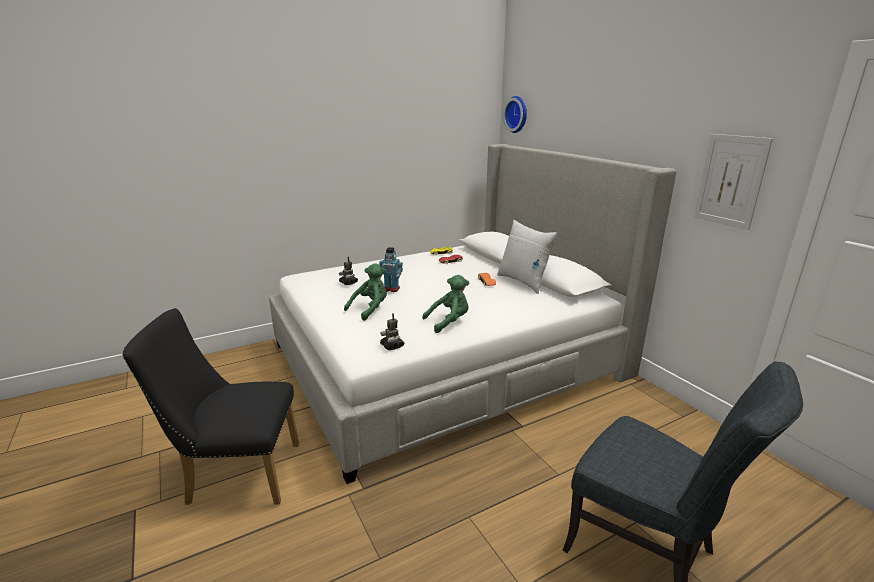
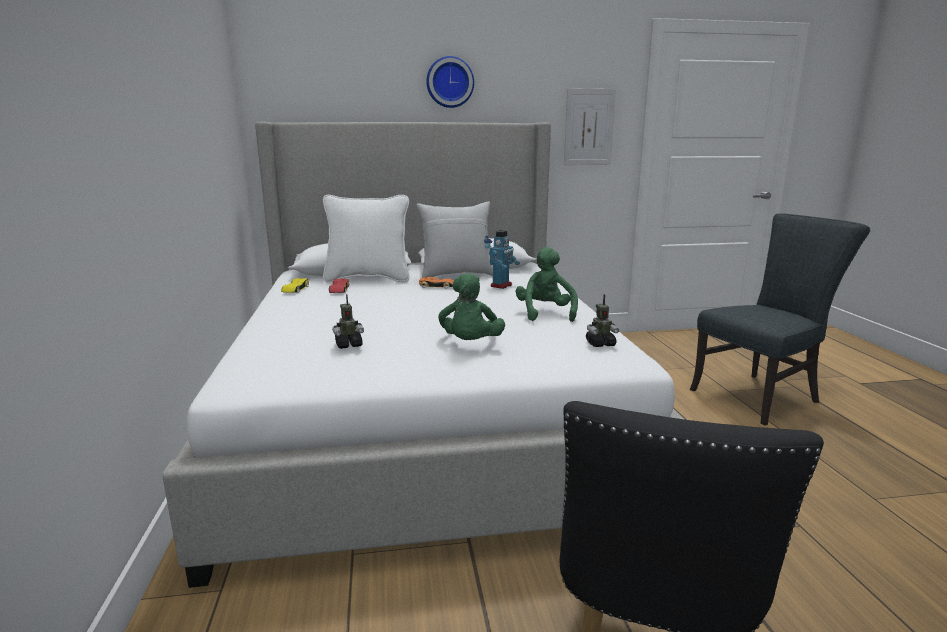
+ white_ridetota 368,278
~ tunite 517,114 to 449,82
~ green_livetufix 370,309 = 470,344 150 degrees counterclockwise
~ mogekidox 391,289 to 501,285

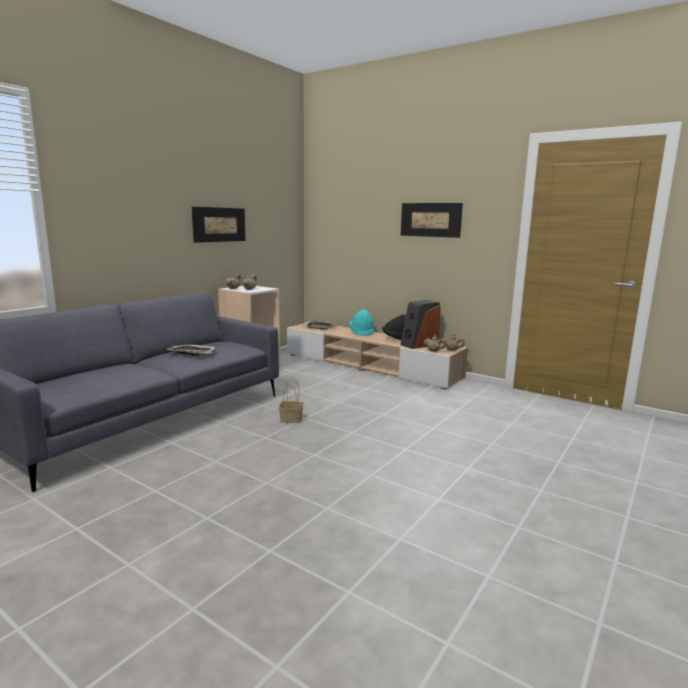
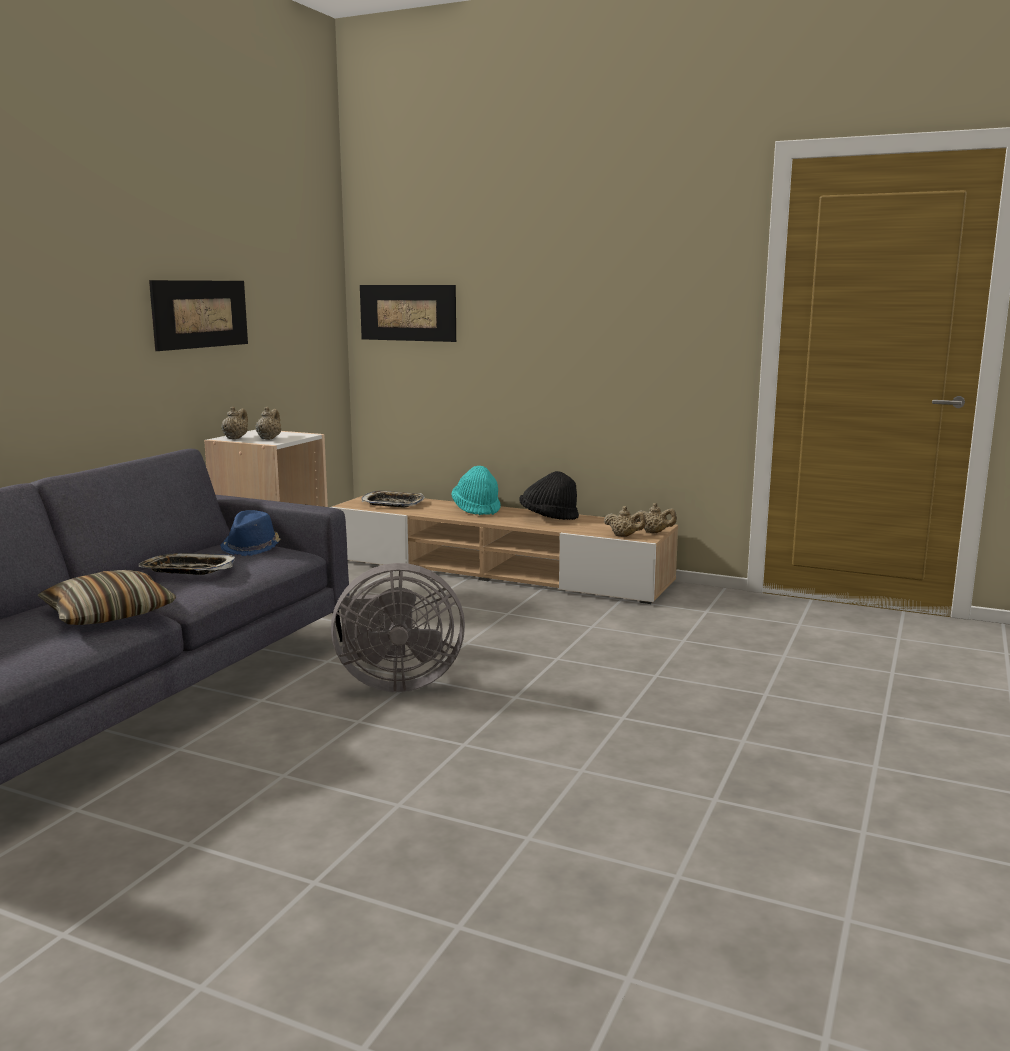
+ ridetota 108,614
+ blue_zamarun 252,548
~ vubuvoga 292,419 to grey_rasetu 395,683
~ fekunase 430,219 to 408,312
- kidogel 419,344

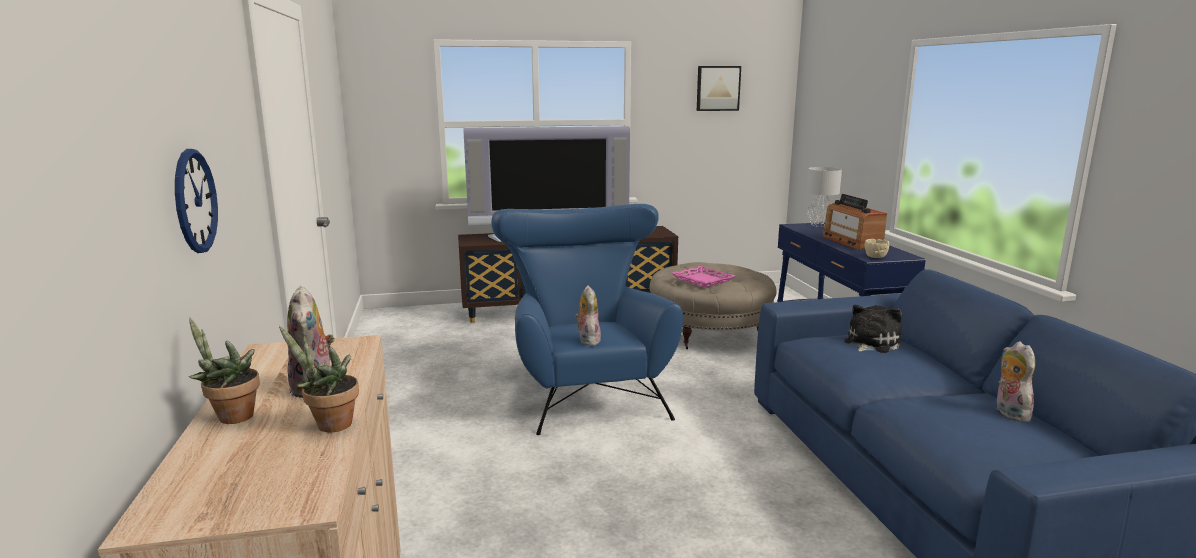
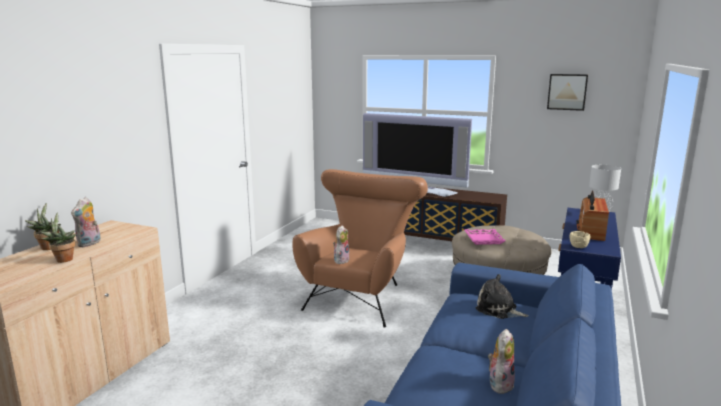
~ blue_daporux 586,391 to brown_daporux 361,295
~ livetufix 869,344 = 498,310 135 degrees counterclockwise
- tunite 195,201

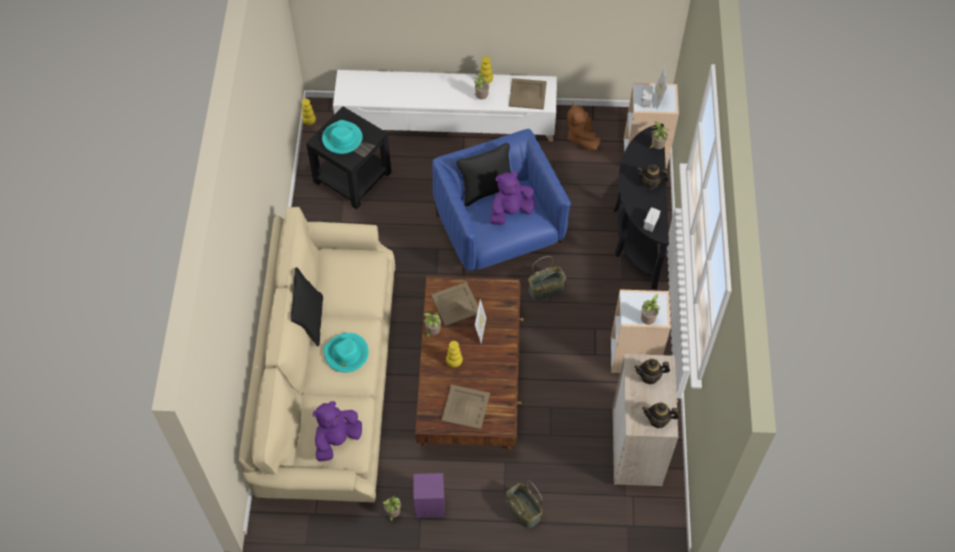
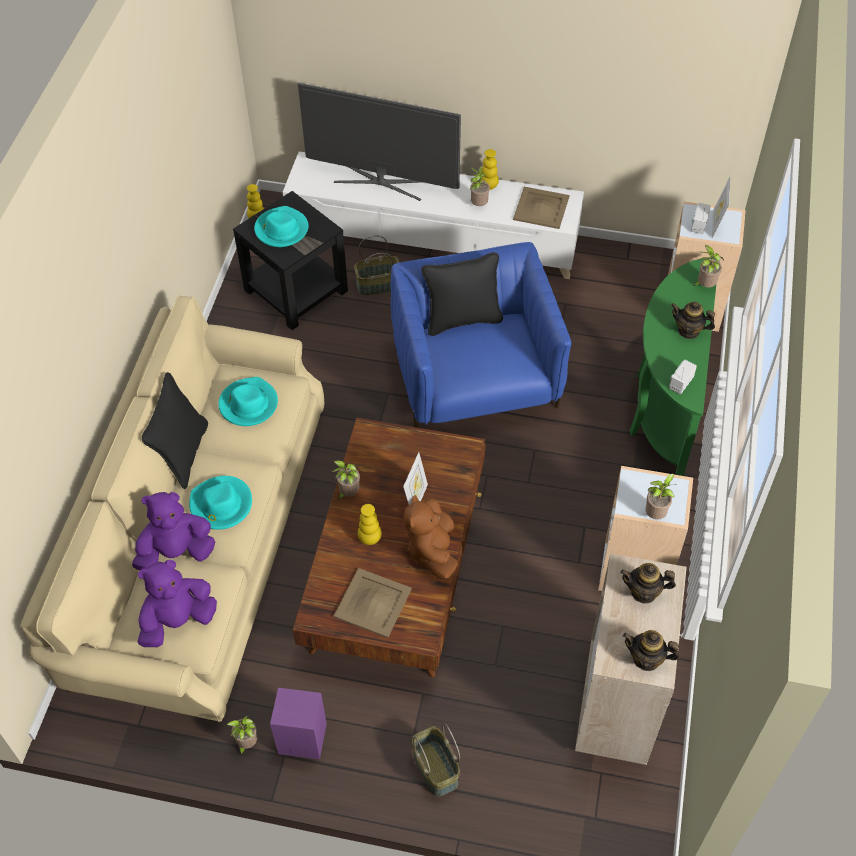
~ purple_livetufix 510,212 to 176,552
+ turquoise_zamarun 248,404
+ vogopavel 381,181
~ vubuvoga 546,288 to 379,284
~ brown_livetufix 581,137 to 432,550
~ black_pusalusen 636,232 to green_pusalusen 663,407
- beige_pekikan 456,304

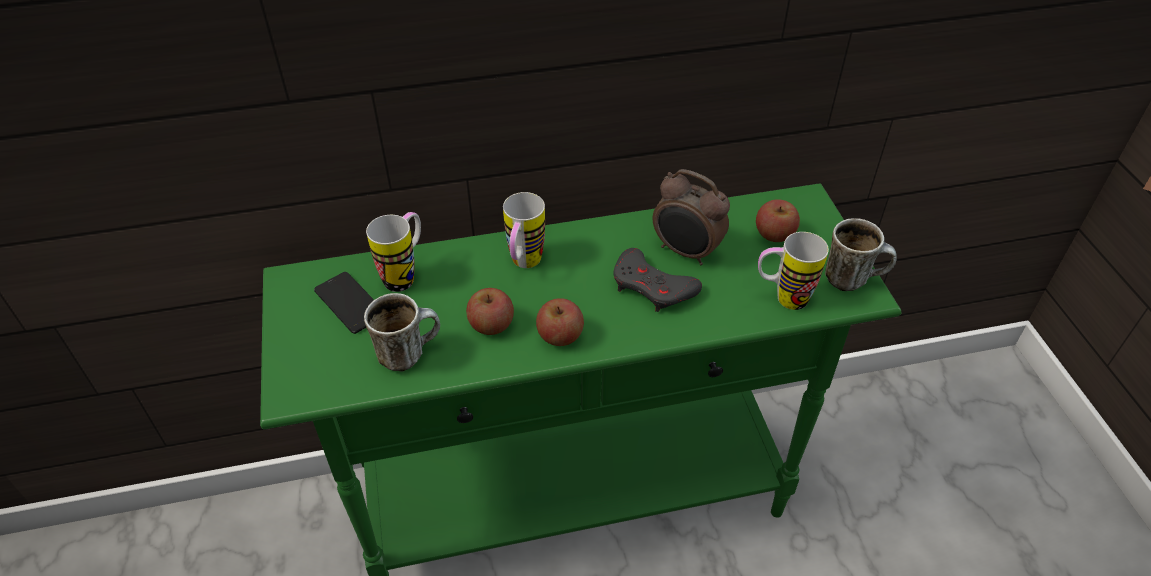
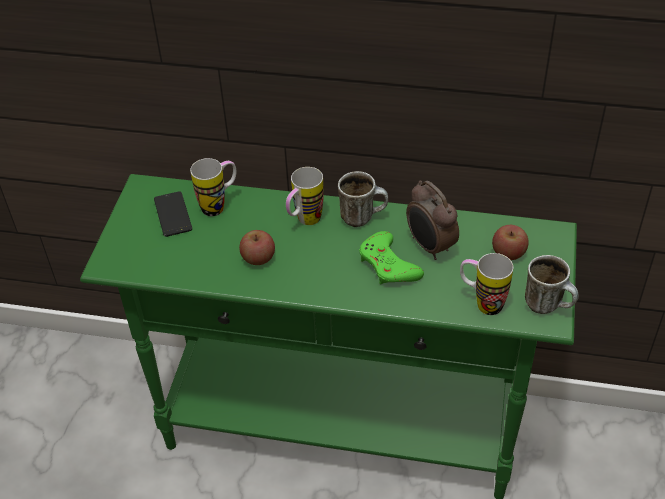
~ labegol 408,353 to 363,217
~ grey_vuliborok 652,286 to green_vuliborok 388,265
- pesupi 560,335

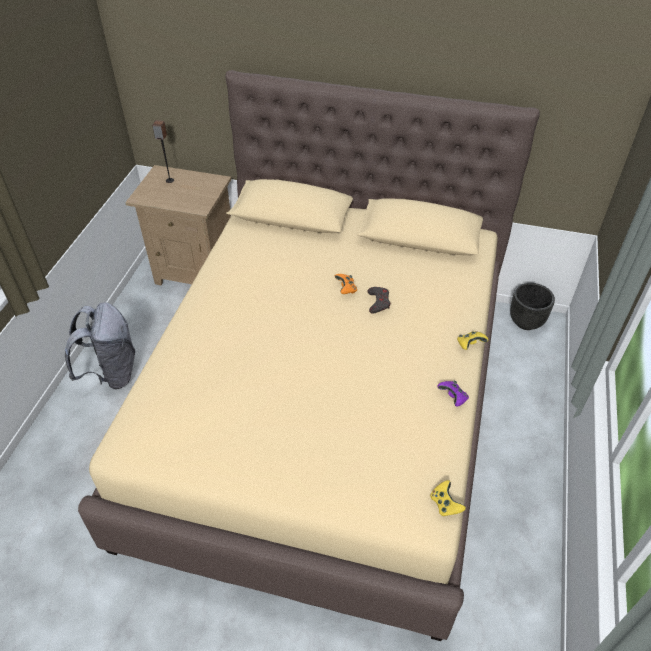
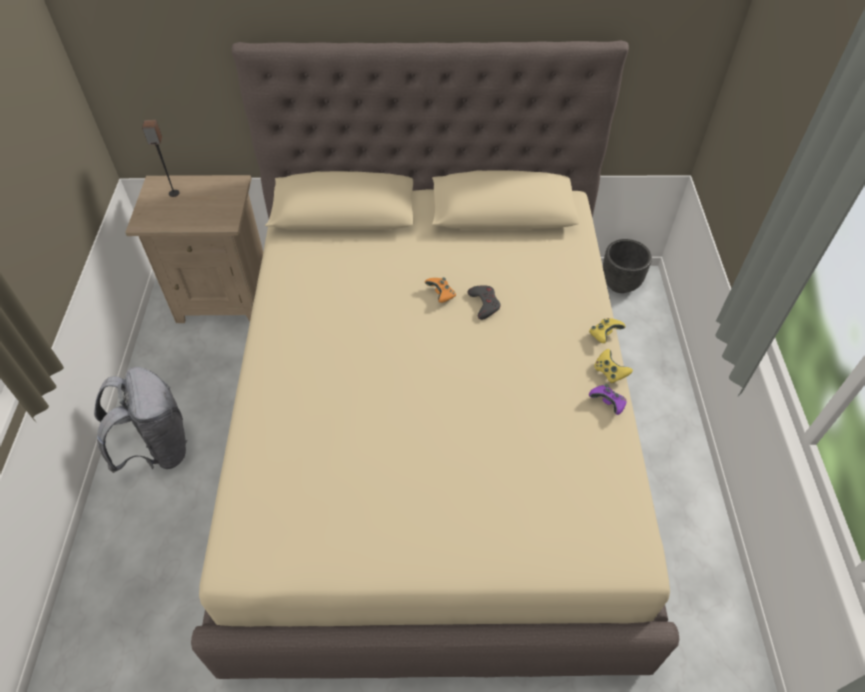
~ yellow_vuliborok 445,504 to 609,372

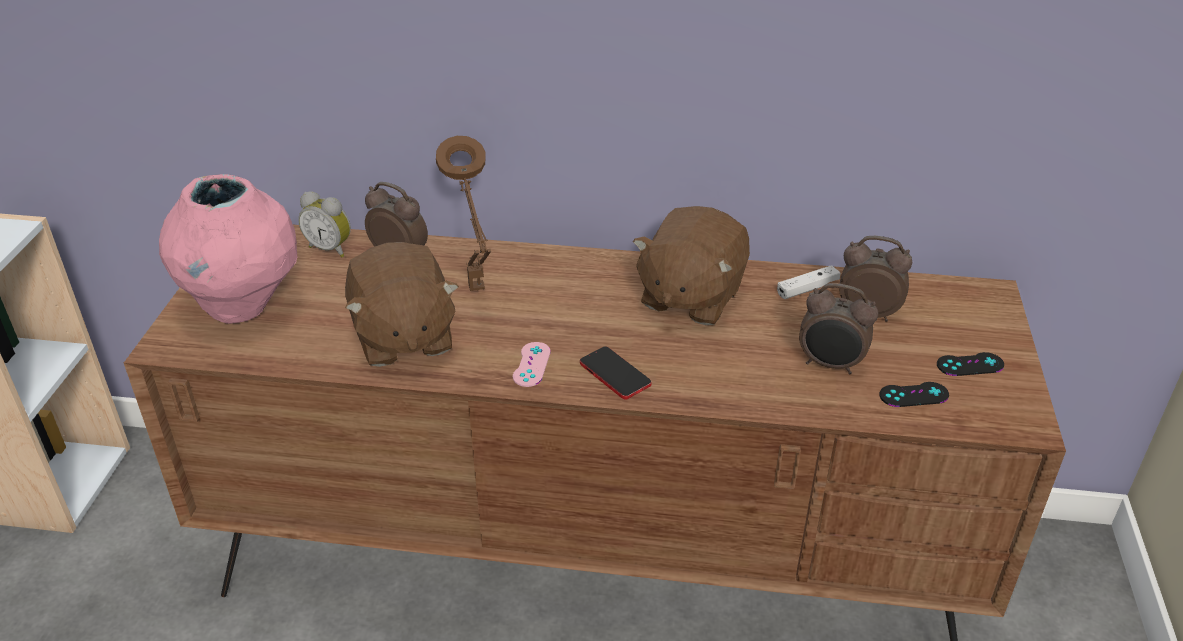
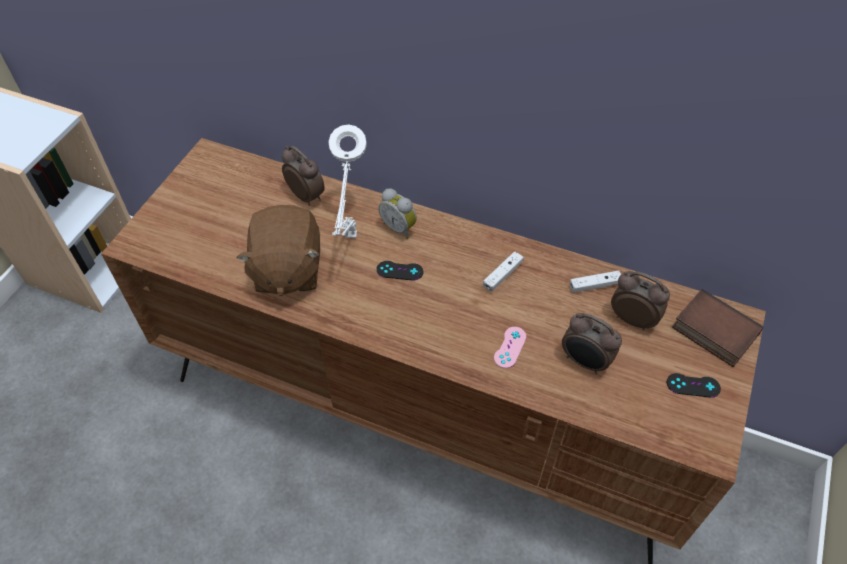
~ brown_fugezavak 477,291 to white_fugezavak 350,238
~ black_vuliborok 914,395 to 399,271
~ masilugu 331,248 to 399,227
~ brown_livetufix 690,297 to white_vuliborok 502,275
~ pink_vuliborok 531,364 to 510,347
+ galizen 712,332
- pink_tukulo 243,306
- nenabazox 615,374

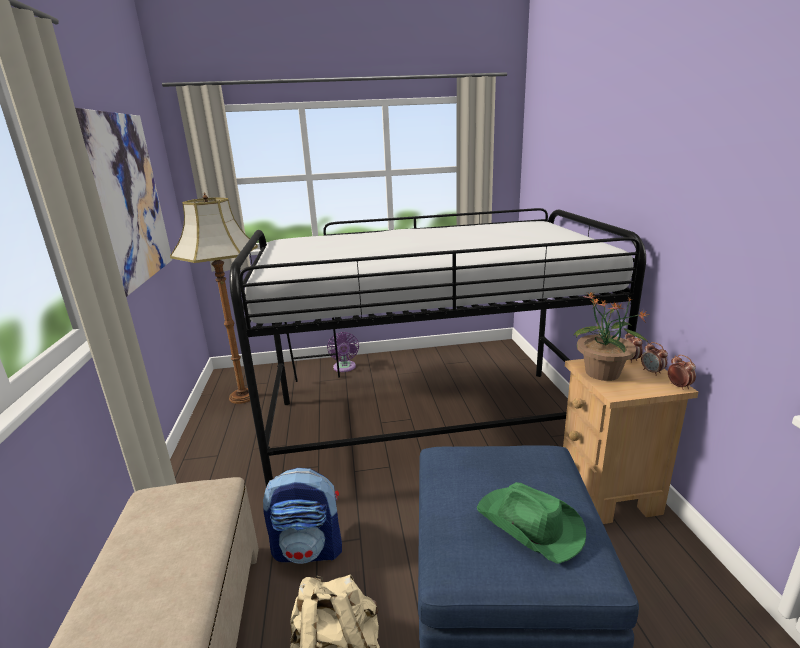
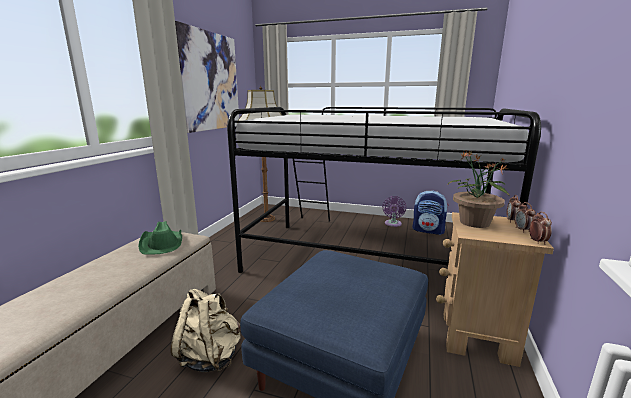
~ green_zamarun 530,525 to 162,243
~ purple_rasetu 344,368 to 393,224
~ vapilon 309,549 to 428,230

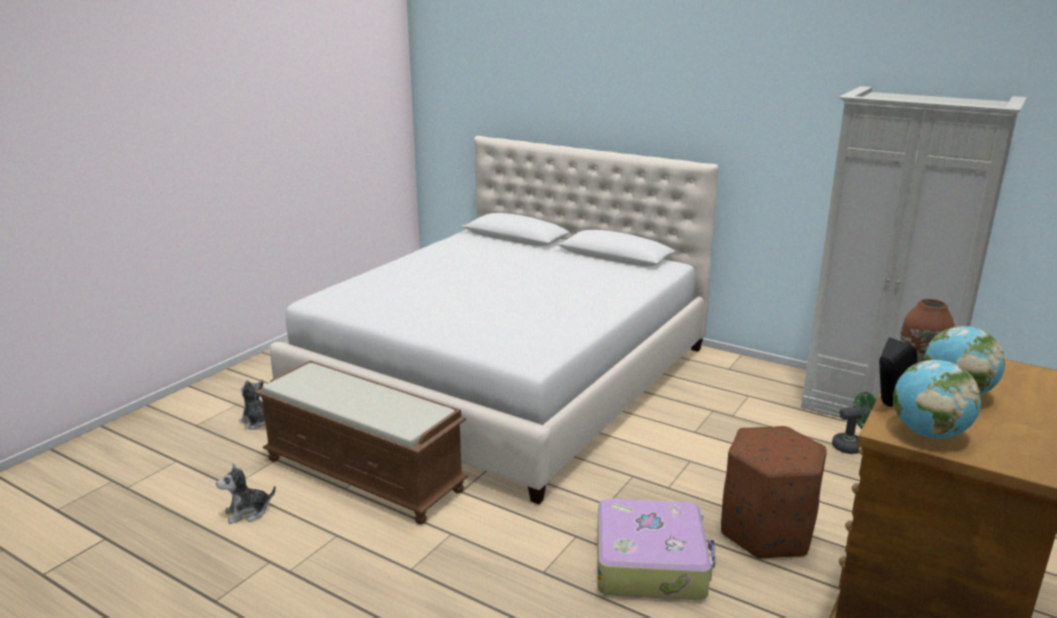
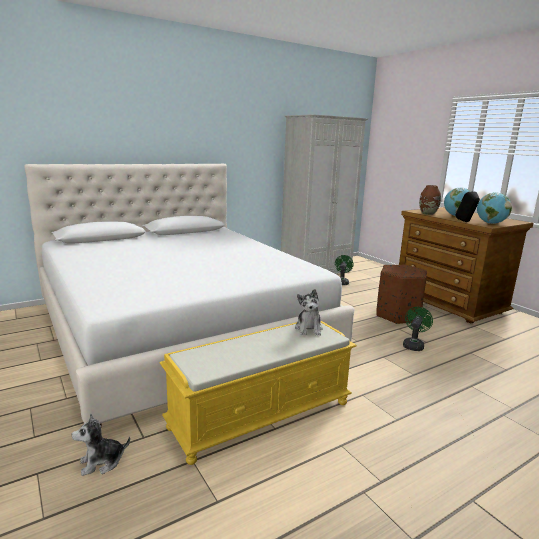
~ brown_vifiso 365,474 to yellow_vifiso 261,414
~ livetufix 248,512 to 309,329
~ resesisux 651,563 to green_rasetu 413,345

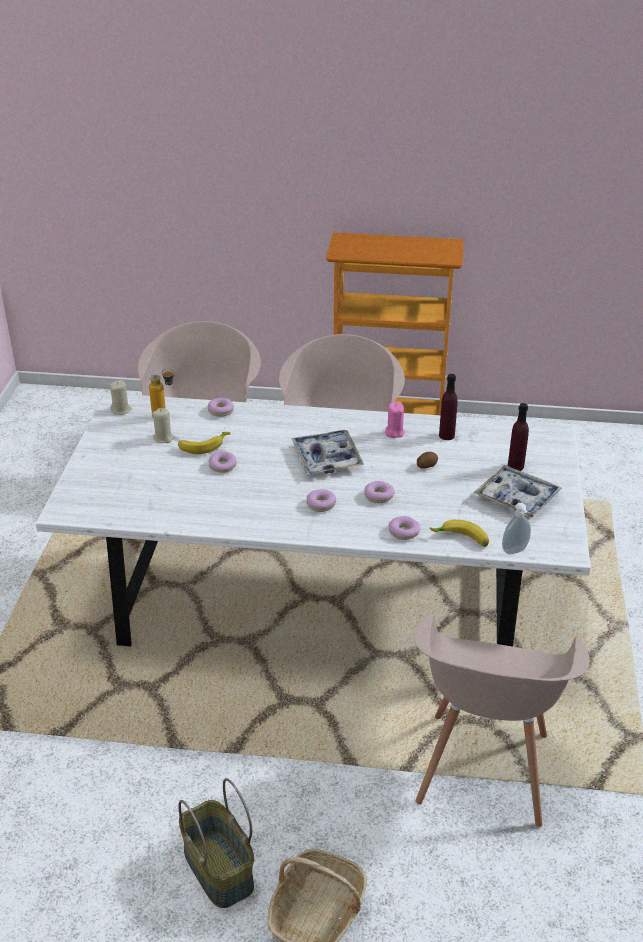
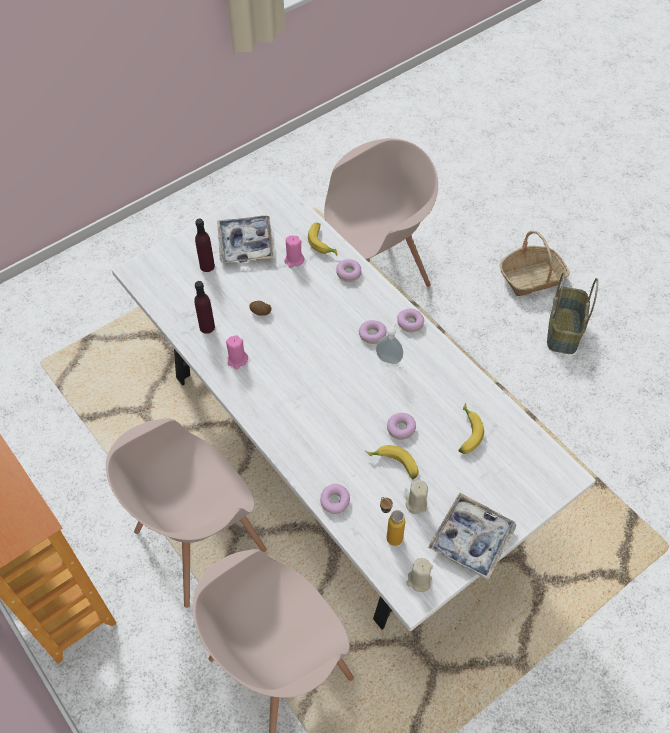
+ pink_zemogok 294,260
~ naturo 515,551 to 389,358
~ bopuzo 379,496 to 410,323
~ pekikan 327,458 to 471,539
+ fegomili 466,433

